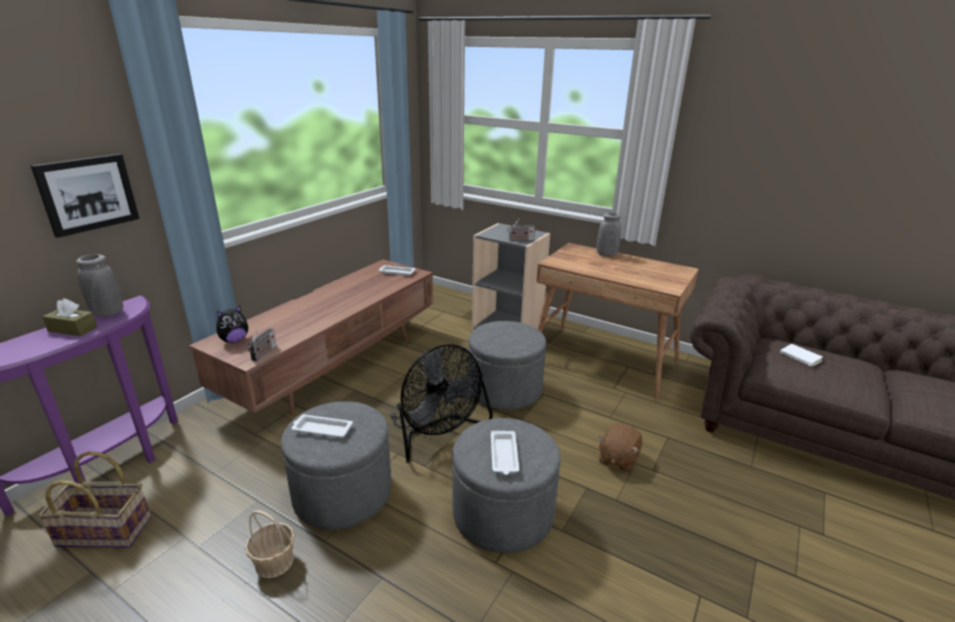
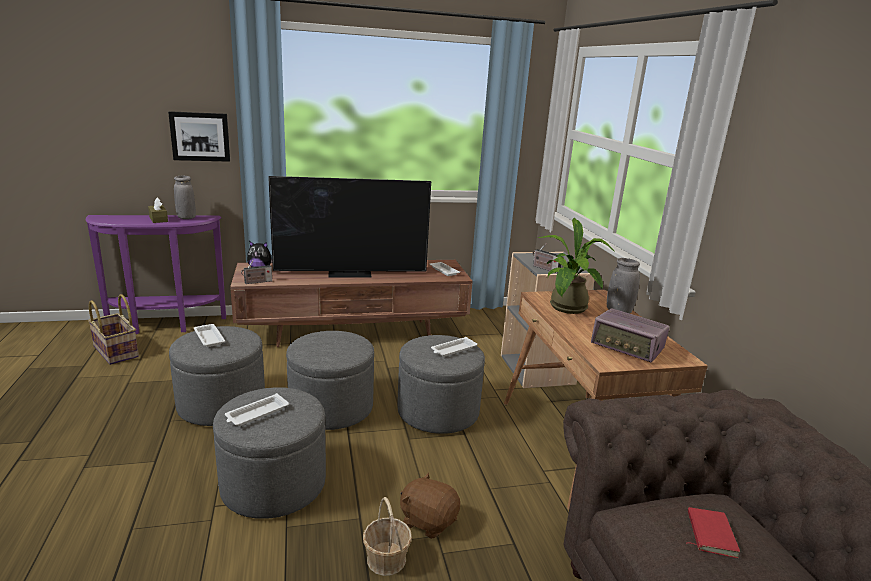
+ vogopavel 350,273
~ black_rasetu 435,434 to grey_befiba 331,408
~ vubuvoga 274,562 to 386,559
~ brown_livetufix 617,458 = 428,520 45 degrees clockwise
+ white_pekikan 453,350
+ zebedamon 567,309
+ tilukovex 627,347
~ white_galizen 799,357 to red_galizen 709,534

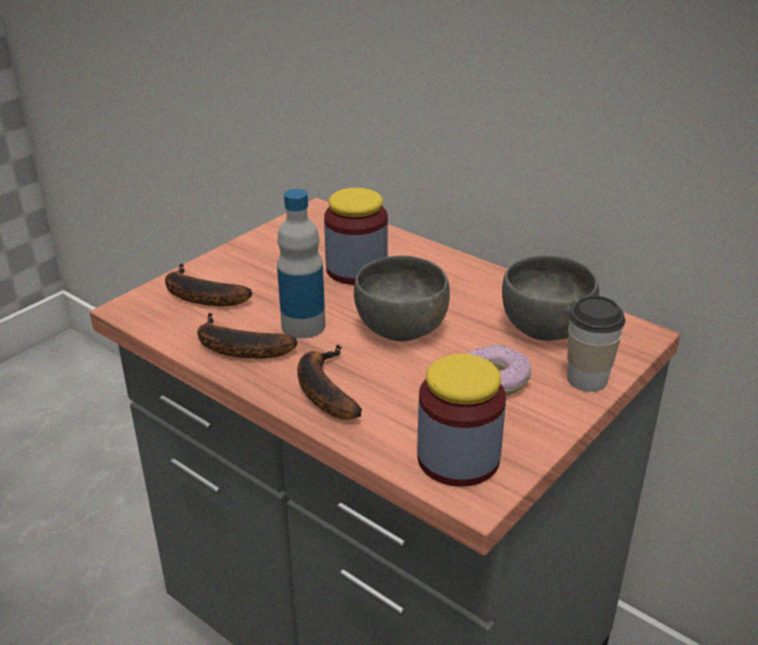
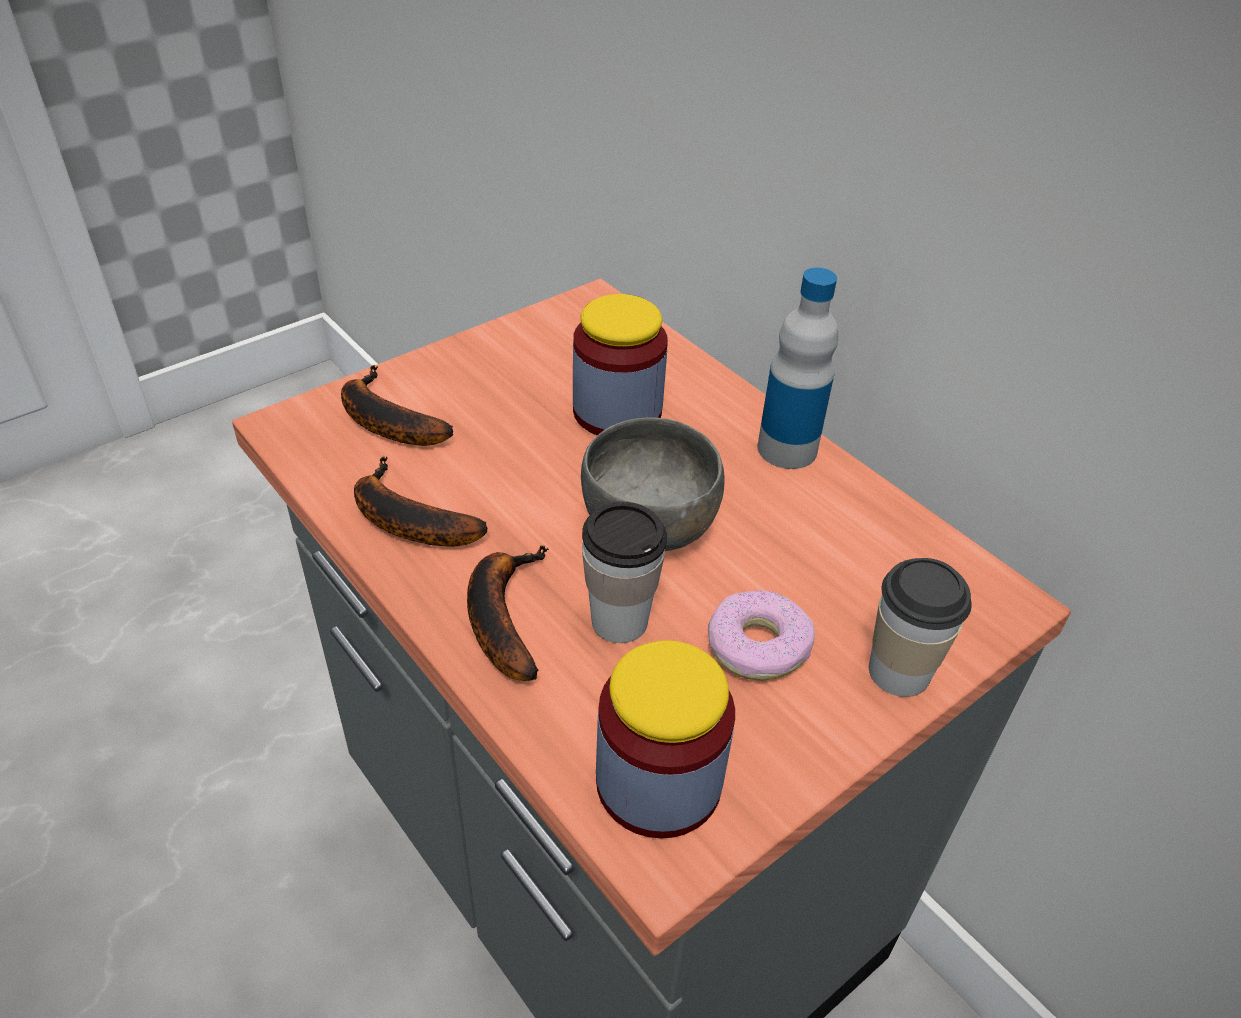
+ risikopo 619,621
~ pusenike 303,326 to 787,449
- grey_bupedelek 546,327

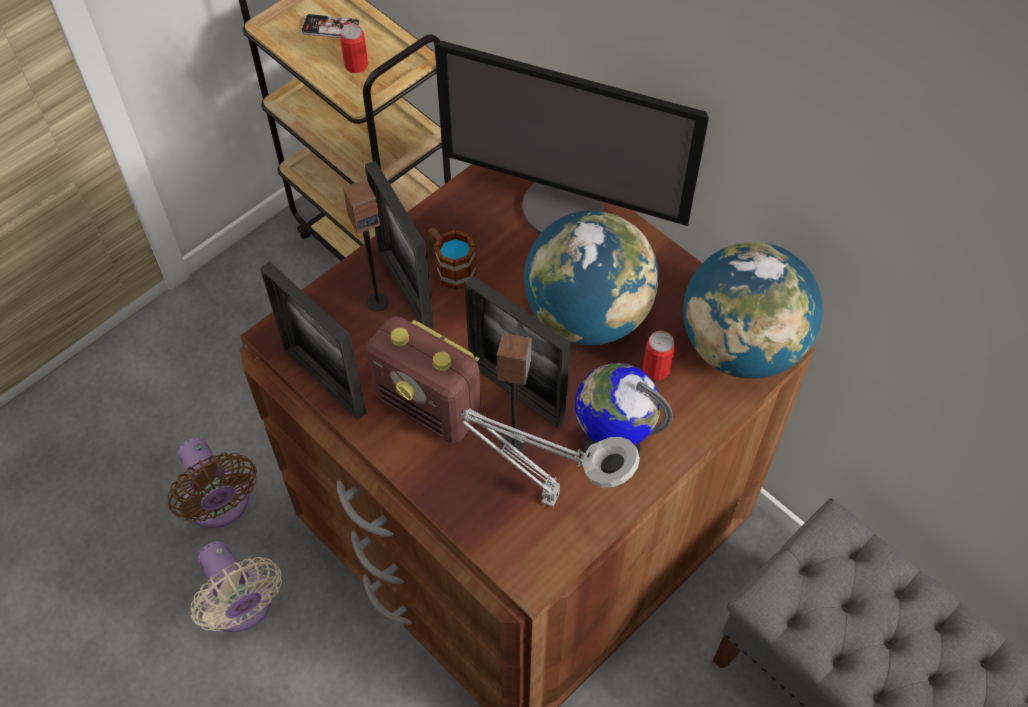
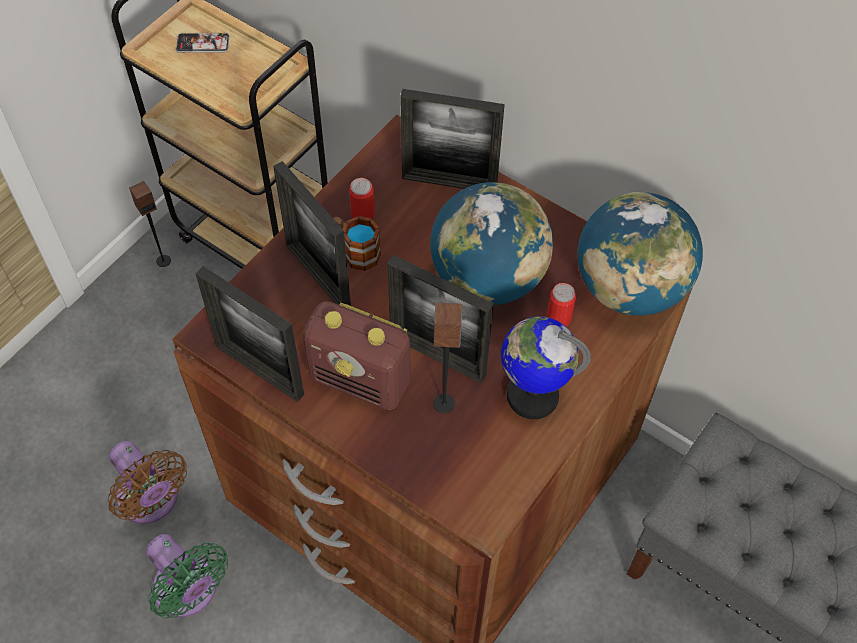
~ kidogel 377,302 to 163,260
~ beige_rasetu 242,606 to green_rasetu 189,592
~ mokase 356,65 to 363,214
~ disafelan 565,206 to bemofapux 449,182
- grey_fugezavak 544,497

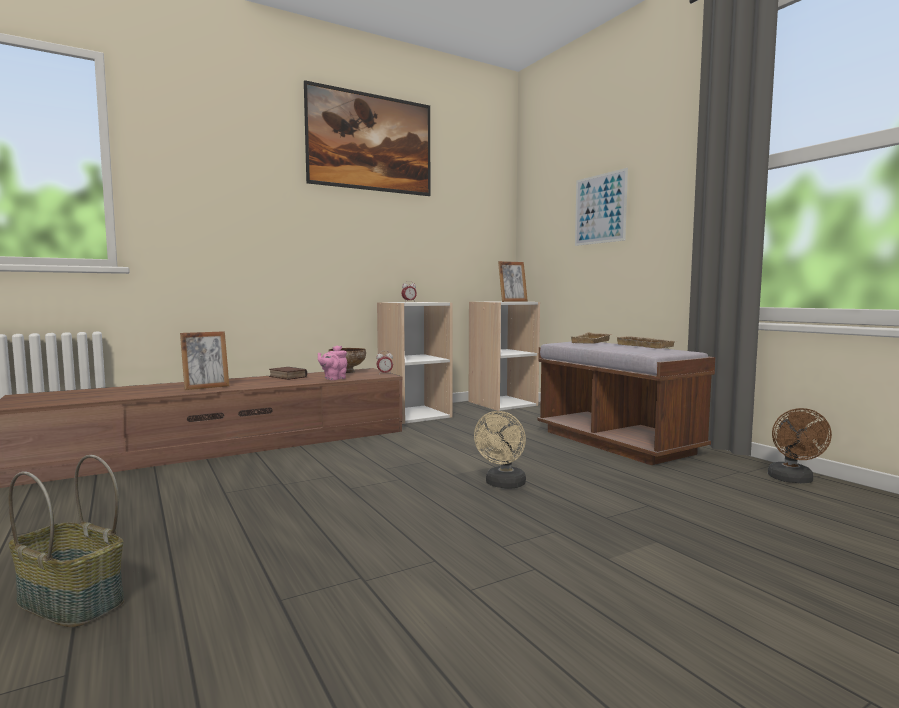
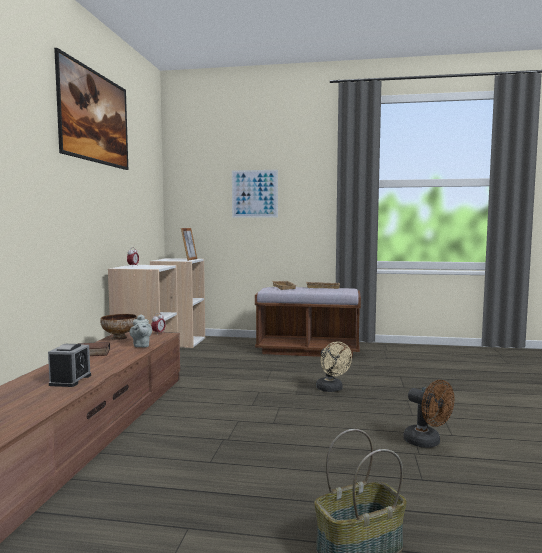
~ bemofapux 206,387 to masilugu 70,380
~ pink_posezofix 333,378 to grey_posezofix 141,345
~ brown_rasetu 793,480 to 427,442

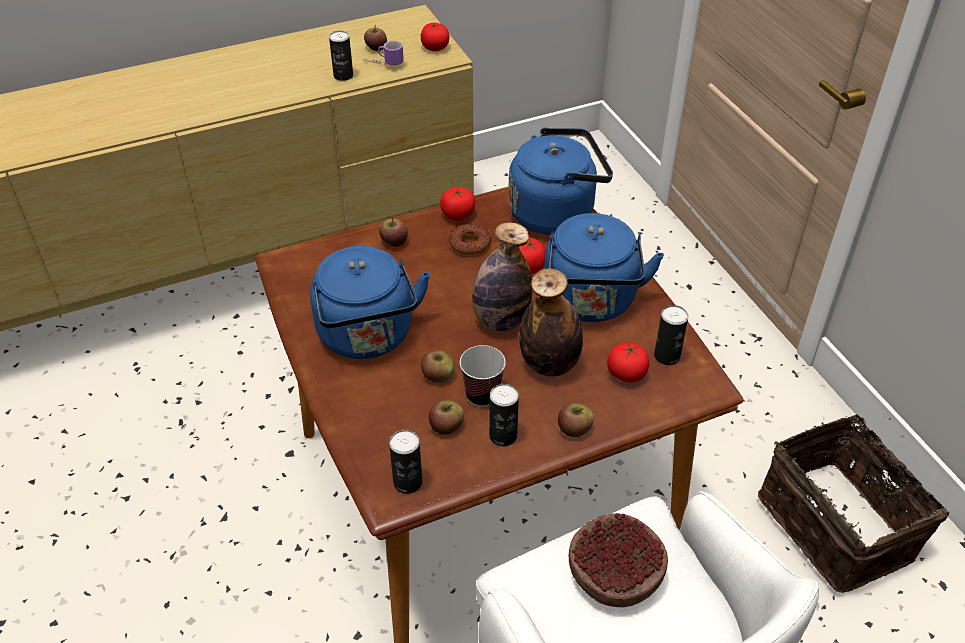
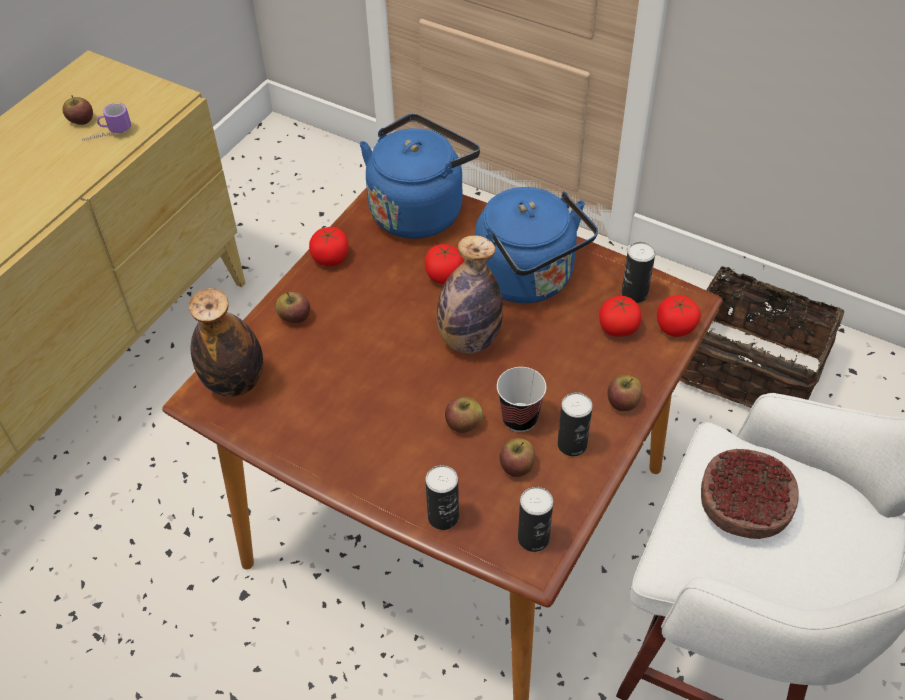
~ pusenike 549,364 to 235,382
~ mokase 343,76 to 443,517
~ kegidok 435,48 to 675,327
- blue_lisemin 368,337
- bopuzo 469,244

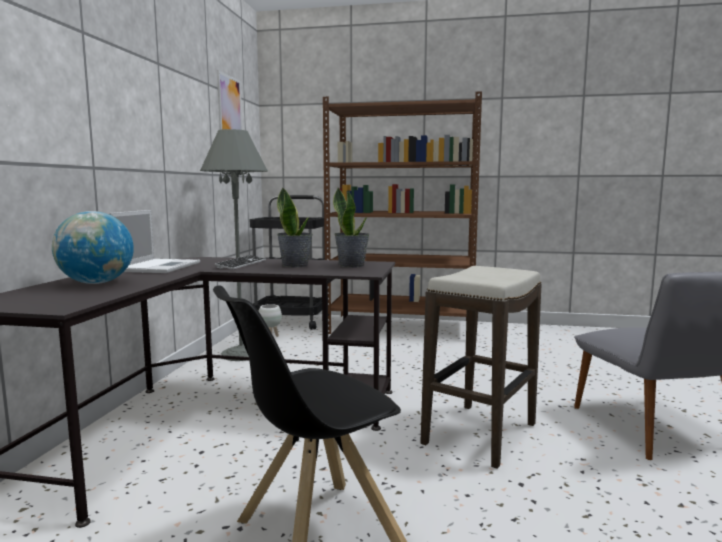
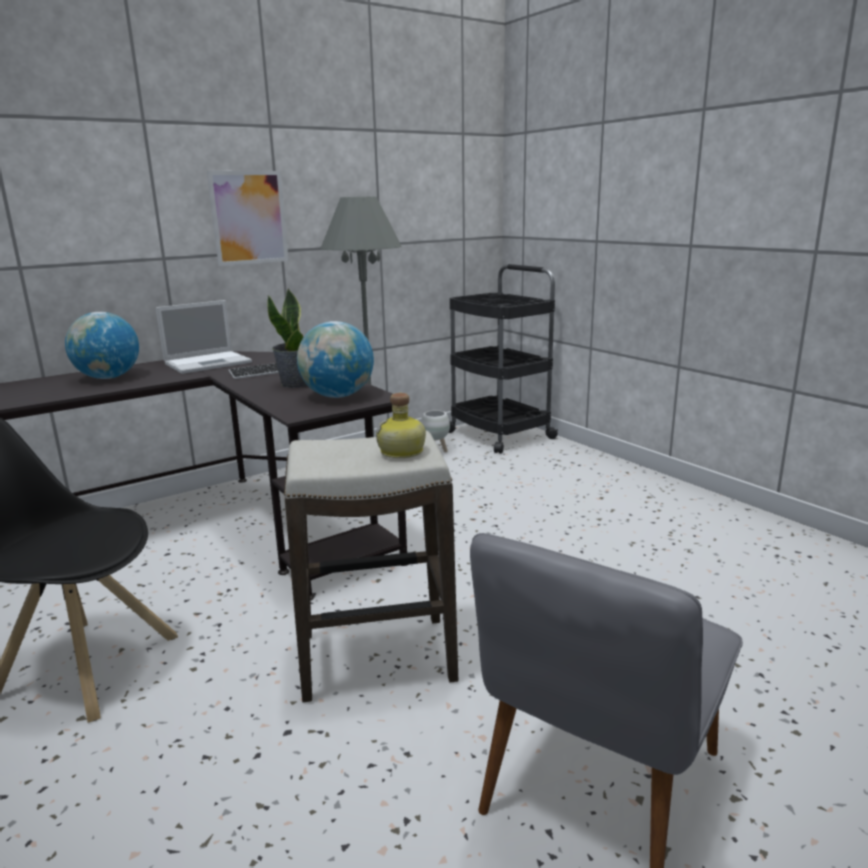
~ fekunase 229,107 to 249,218
~ zebedamon 352,265 to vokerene 338,396
+ pusenike 402,452
- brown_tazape 401,327

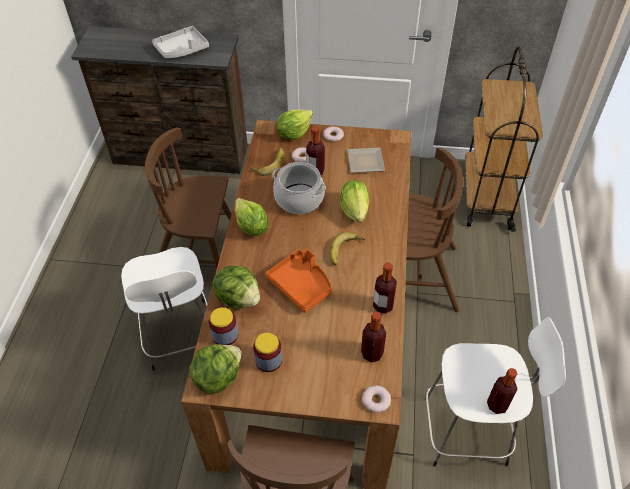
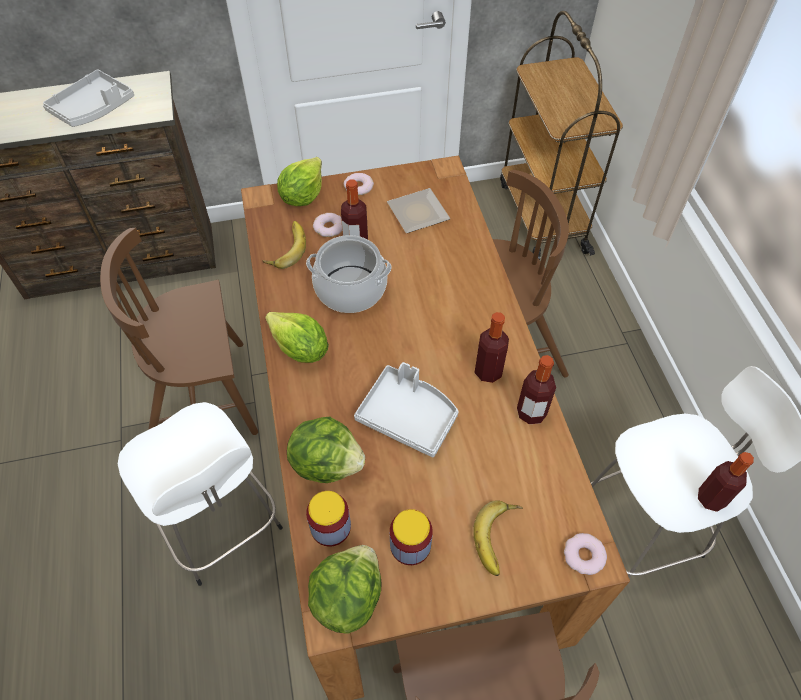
~ orange_pekikan 301,285 to grey_pekikan 408,416
~ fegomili 346,251 to 500,539
~ pusenike 372,353 to 488,371
- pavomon 355,210

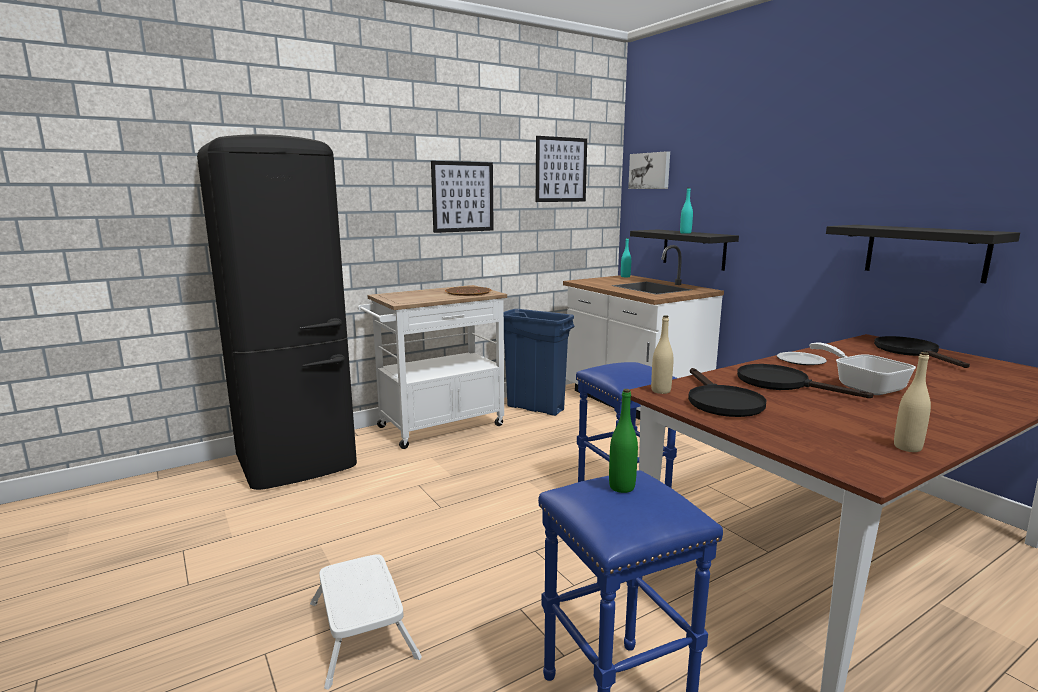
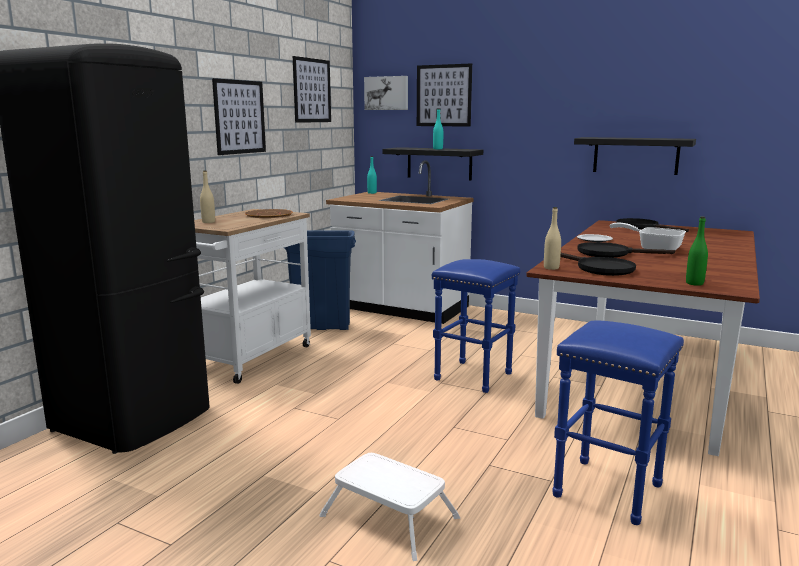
~ beige_pusenike 907,447 to 208,222
+ fekunase 443,95
~ green_pusenike 622,487 to 694,283

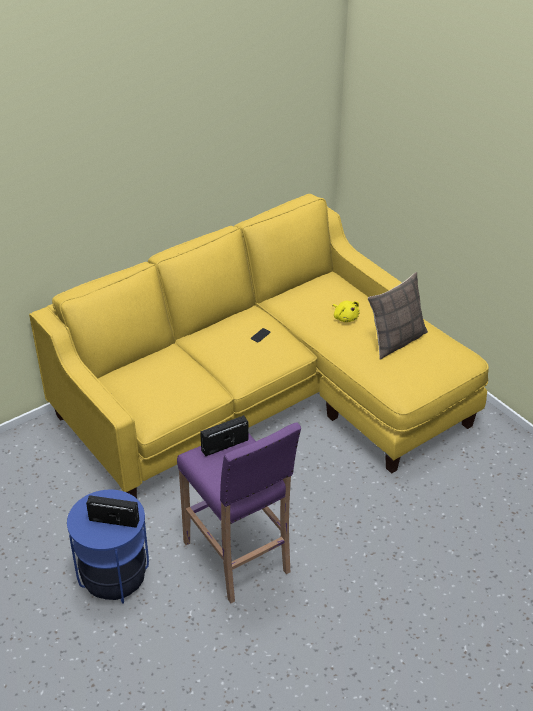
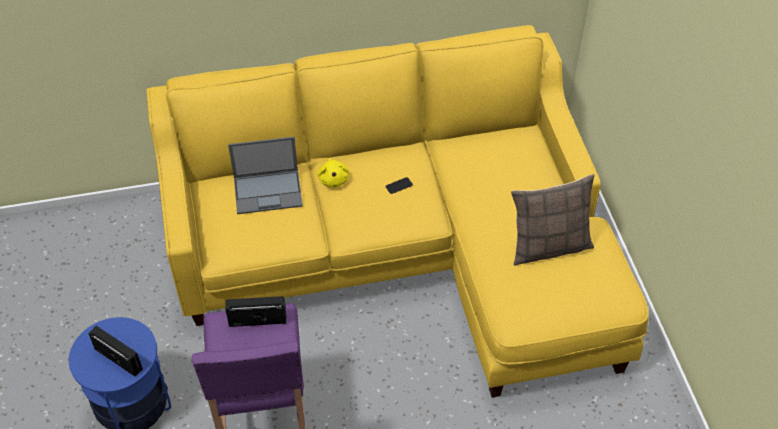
+ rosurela 269,191
~ yellow_livetufix 345,317 to 333,179

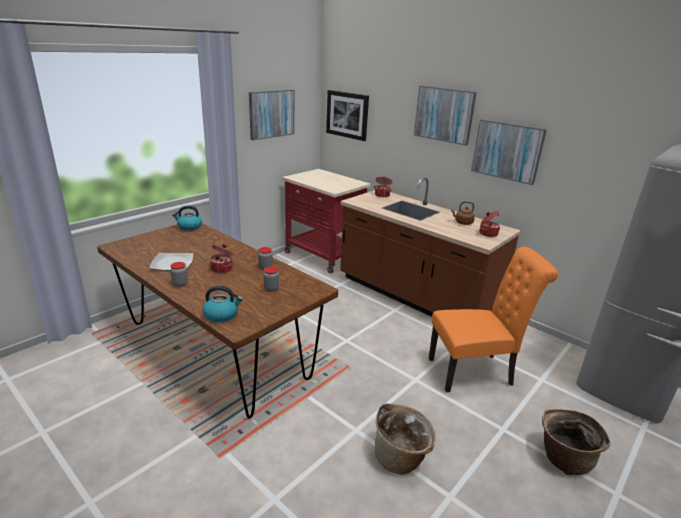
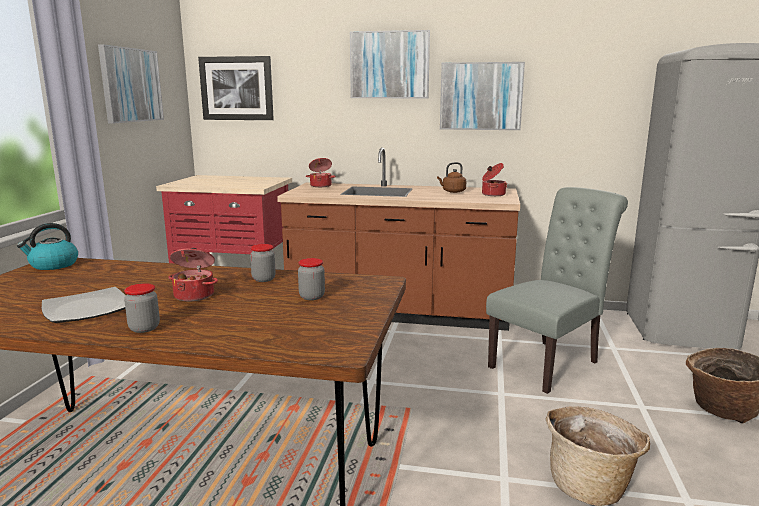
~ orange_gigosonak 475,372 to grey_gigosonak 549,363
- lisemin 222,314

